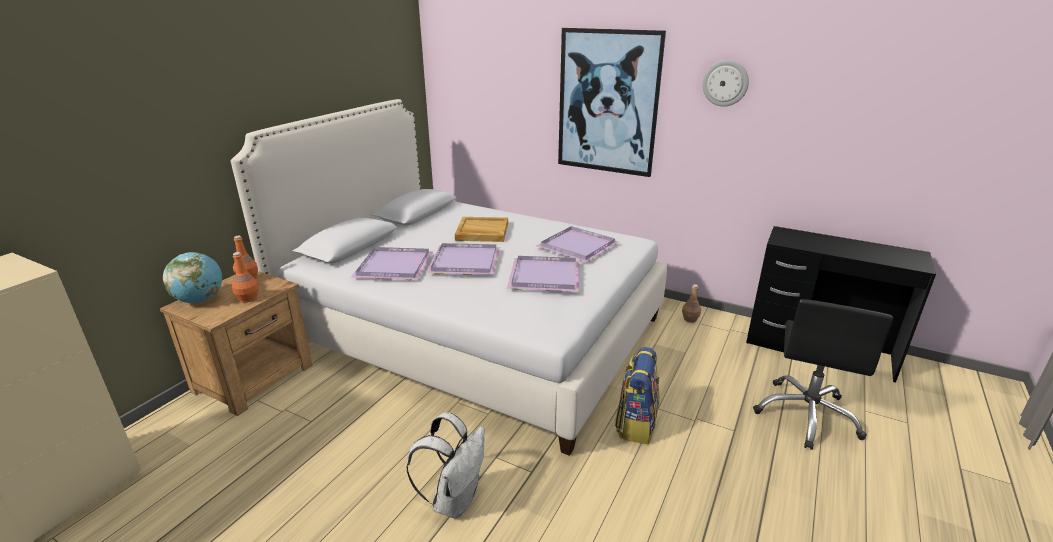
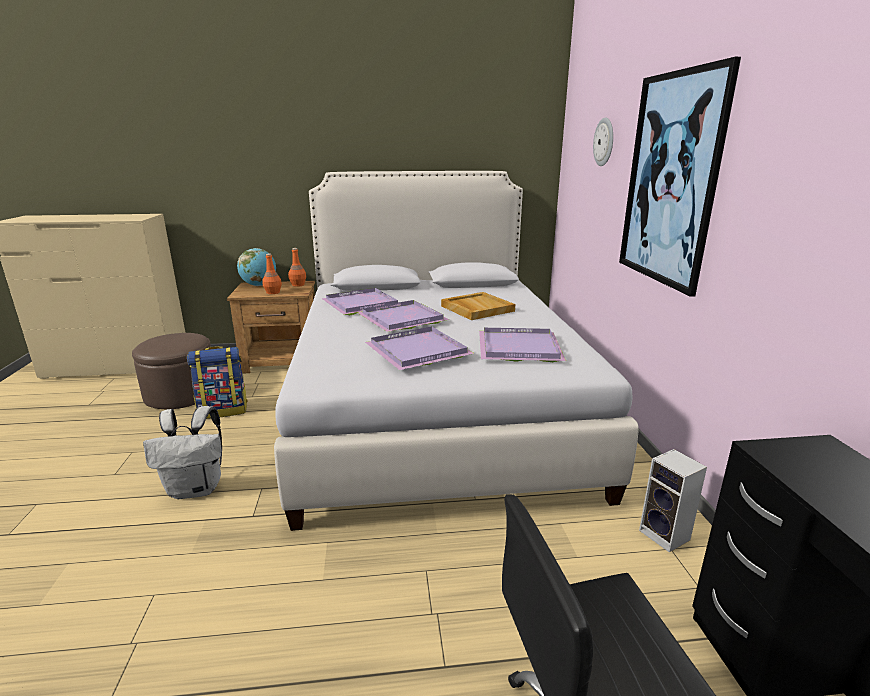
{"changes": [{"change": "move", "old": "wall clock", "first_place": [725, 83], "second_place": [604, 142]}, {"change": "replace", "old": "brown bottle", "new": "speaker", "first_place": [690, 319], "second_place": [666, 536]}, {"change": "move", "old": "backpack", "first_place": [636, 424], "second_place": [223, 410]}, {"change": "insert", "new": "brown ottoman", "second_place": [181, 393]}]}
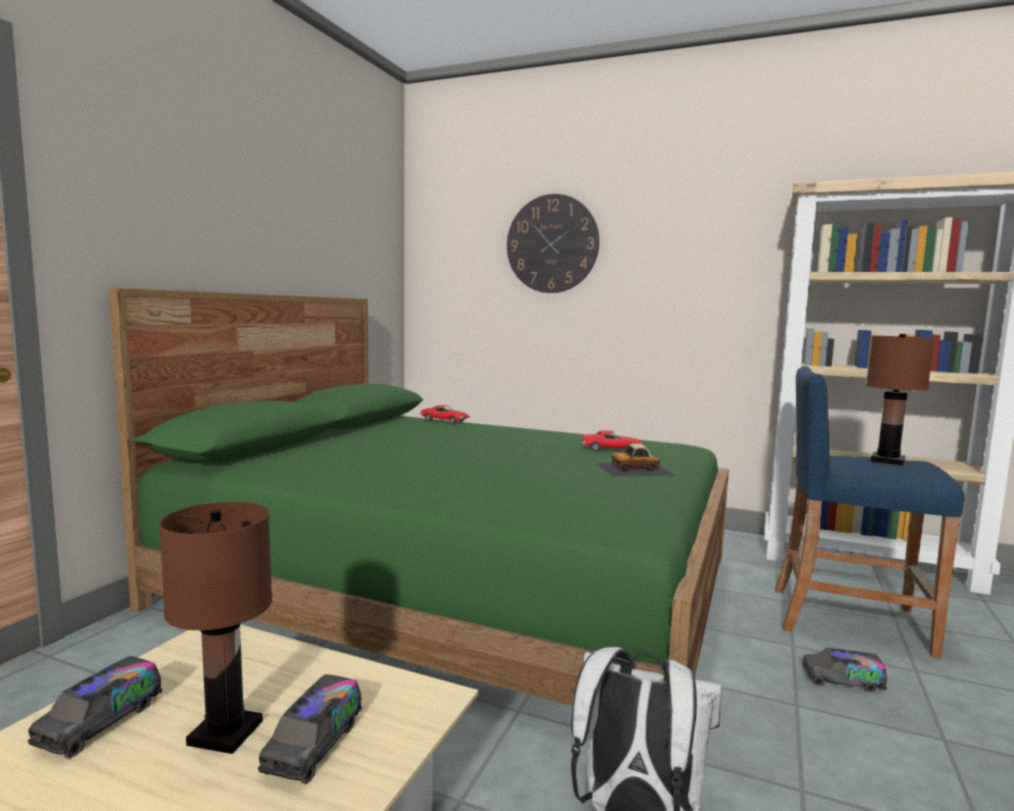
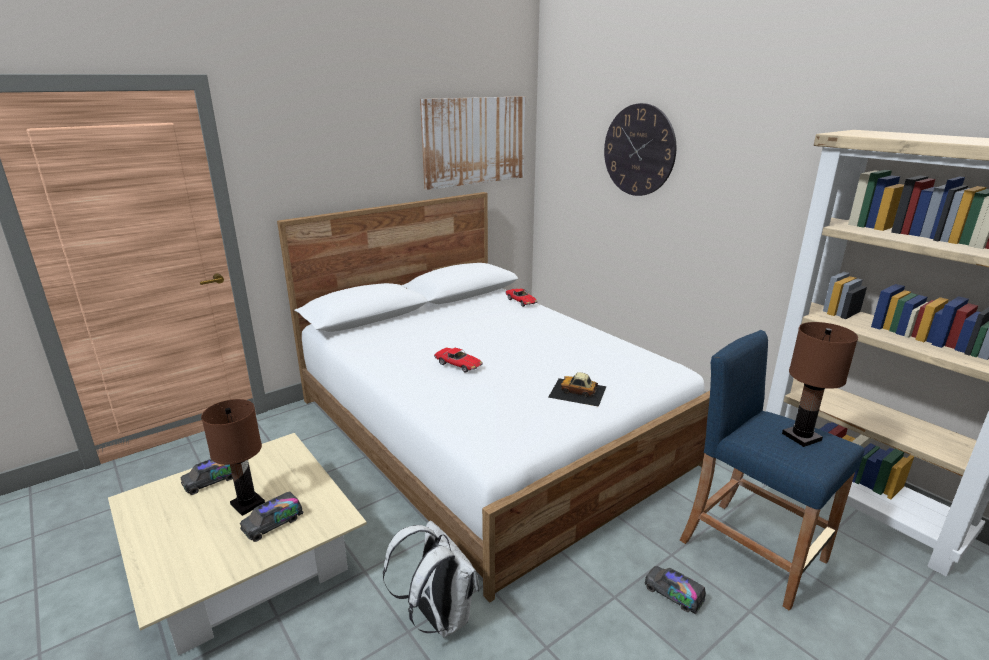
{"changes": [{"change": "recolor", "old": "green bed", "new": "white bed", "first_place": [457, 583], "second_place": [486, 429]}, {"change": "move", "old": "toy car", "first_place": [611, 449], "second_place": [458, 365]}, {"change": "insert", "new": "picture", "second_place": [474, 141]}]}
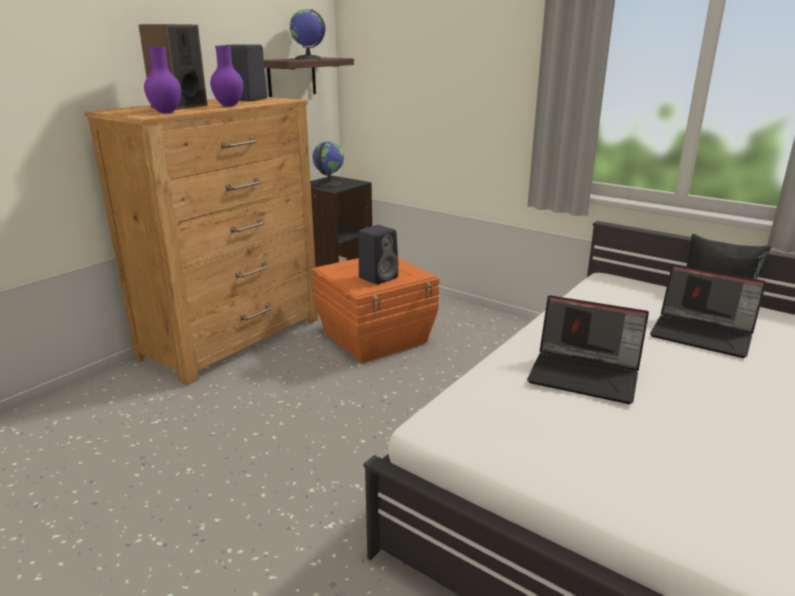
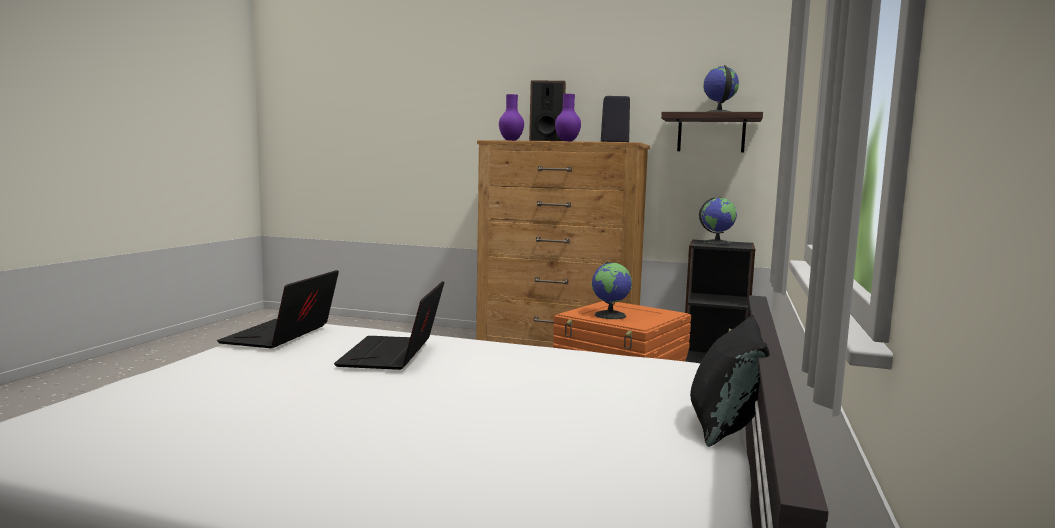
{"changes": [{"change": "replace", "old": "black speaker", "new": "globe", "first_place": [379, 277], "second_place": [610, 315]}, {"change": "move", "old": "laptop", "first_place": [703, 334], "second_place": [281, 336]}]}
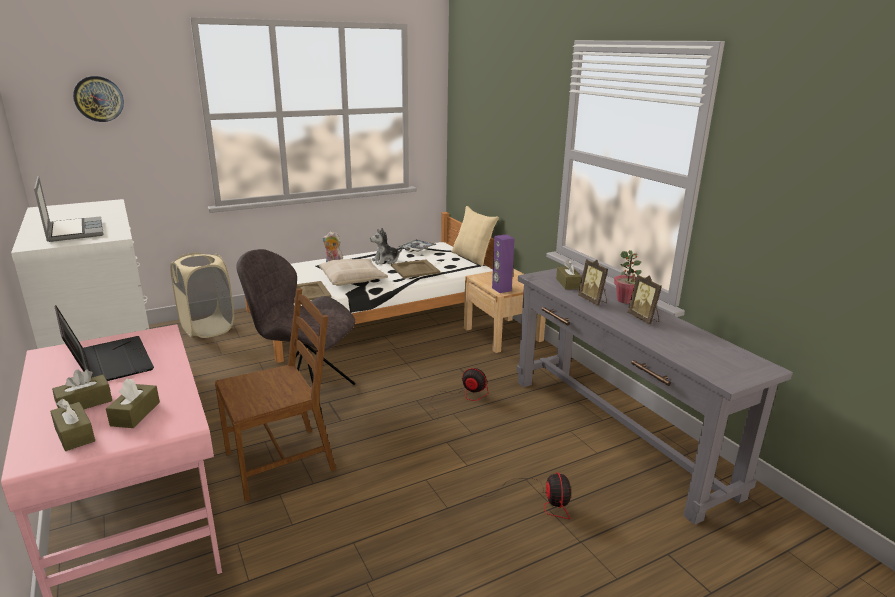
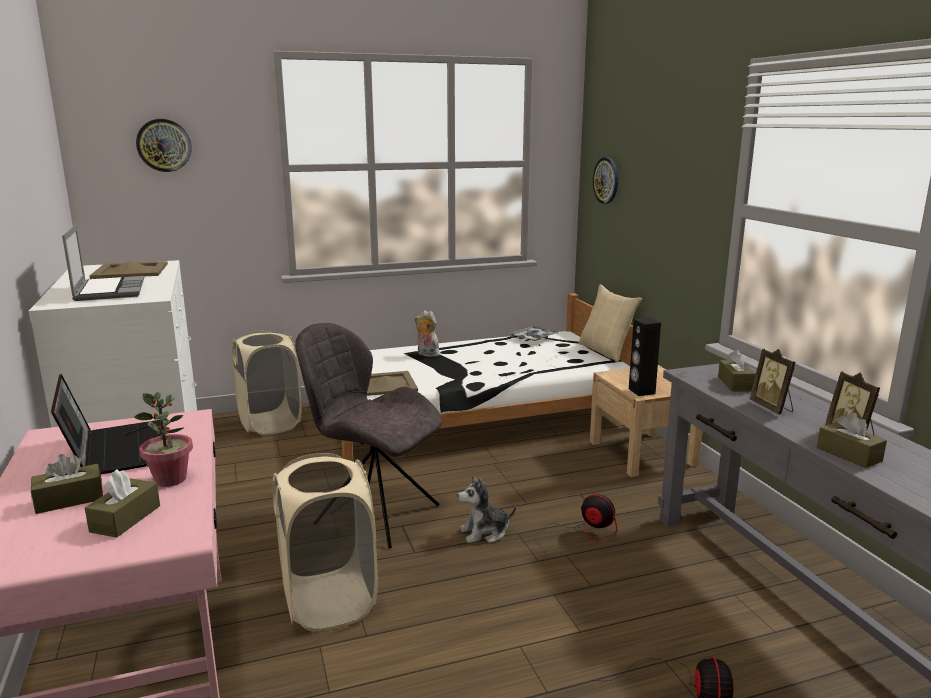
{"changes": [{"change": "move", "old": "plush toy", "first_place": [386, 261], "second_place": [485, 533]}, {"change": "recolor", "old": "purple speaker", "new": "black speaker", "first_place": [501, 289], "second_place": [641, 391]}, {"change": "move", "old": "potted plant", "first_place": [625, 300], "second_place": [171, 480]}, {"change": "delete", "old": "beige pillow", "first_place": [353, 279]}, {"change": "move", "old": "beige tray", "first_place": [414, 269], "second_place": [130, 271]}, {"change": "replace", "old": "brown chair", "new": "beige laundry basket", "first_place": [281, 461], "second_place": [329, 600]}, {"change": "move", "old": "brown tissue box", "first_place": [75, 435], "second_place": [849, 454]}, {"change": "insert", "new": "wall clock", "second_place": [606, 180]}]}
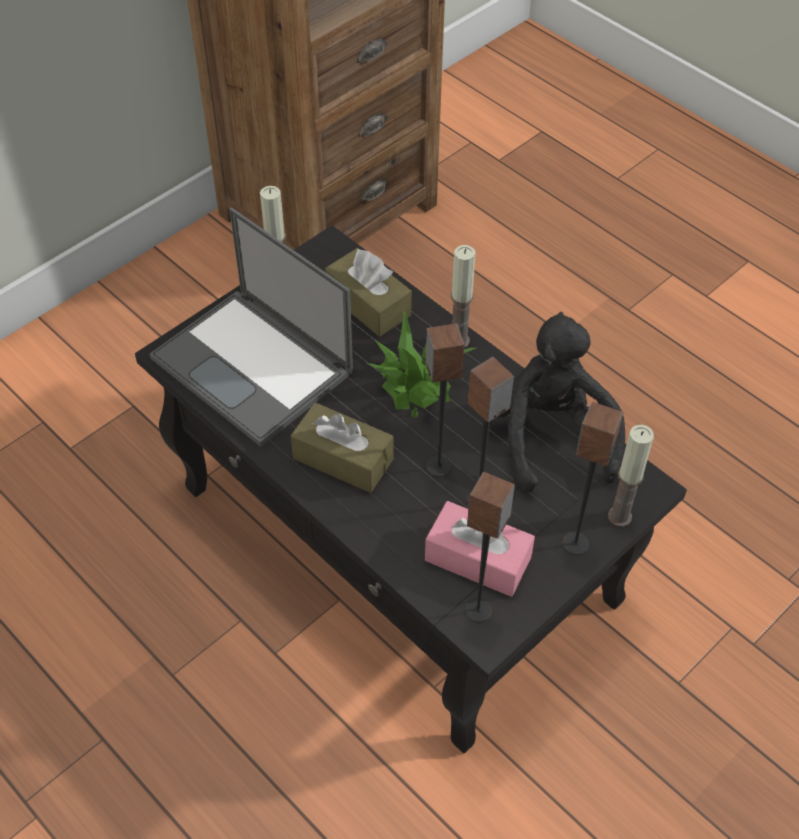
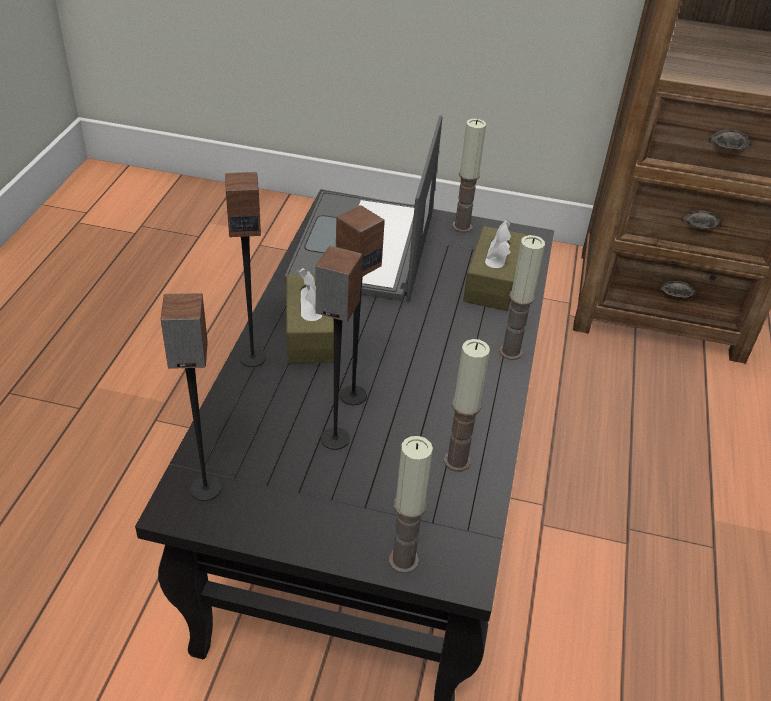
{"changes": [{"change": "delete", "old": "potted plant", "first_place": [415, 384]}, {"change": "replace", "old": "black plush toy", "new": "candle", "first_place": [549, 437], "second_place": [456, 461]}, {"change": "move", "old": "speaker", "first_place": [574, 543], "second_place": [252, 357]}, {"change": "delete", "old": "pink tissue box", "first_place": [477, 559]}]}
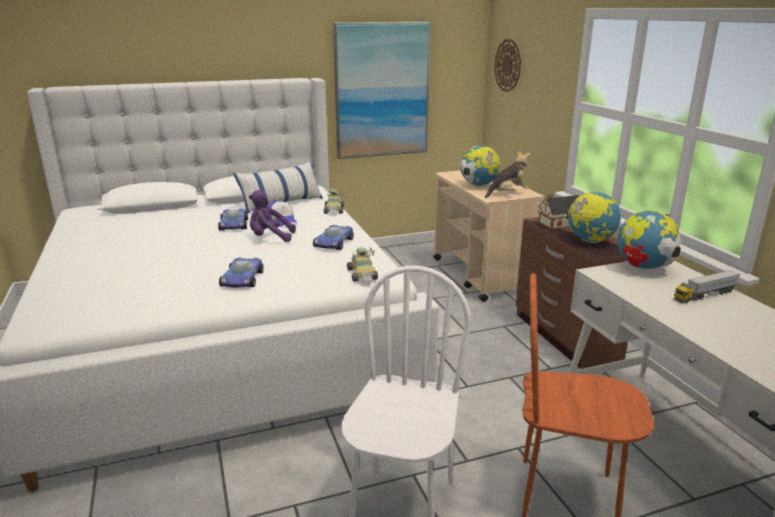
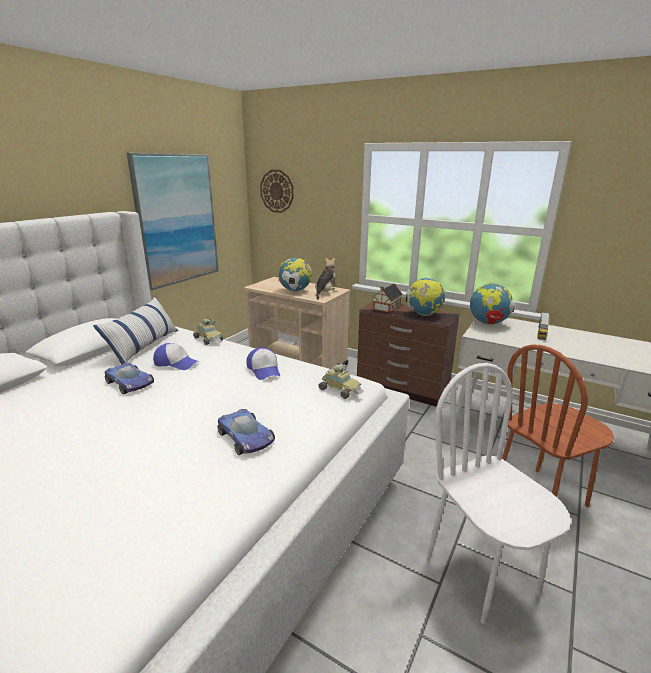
{"changes": [{"change": "delete", "old": "purple plush toy", "first_place": [270, 238]}, {"change": "replace", "old": "toy car", "new": "cap", "first_place": [333, 243], "second_place": [264, 369]}]}
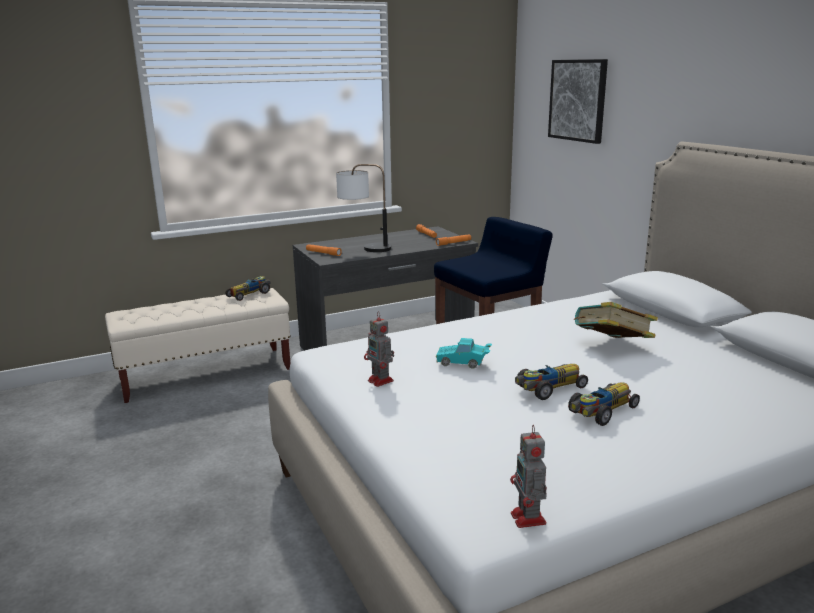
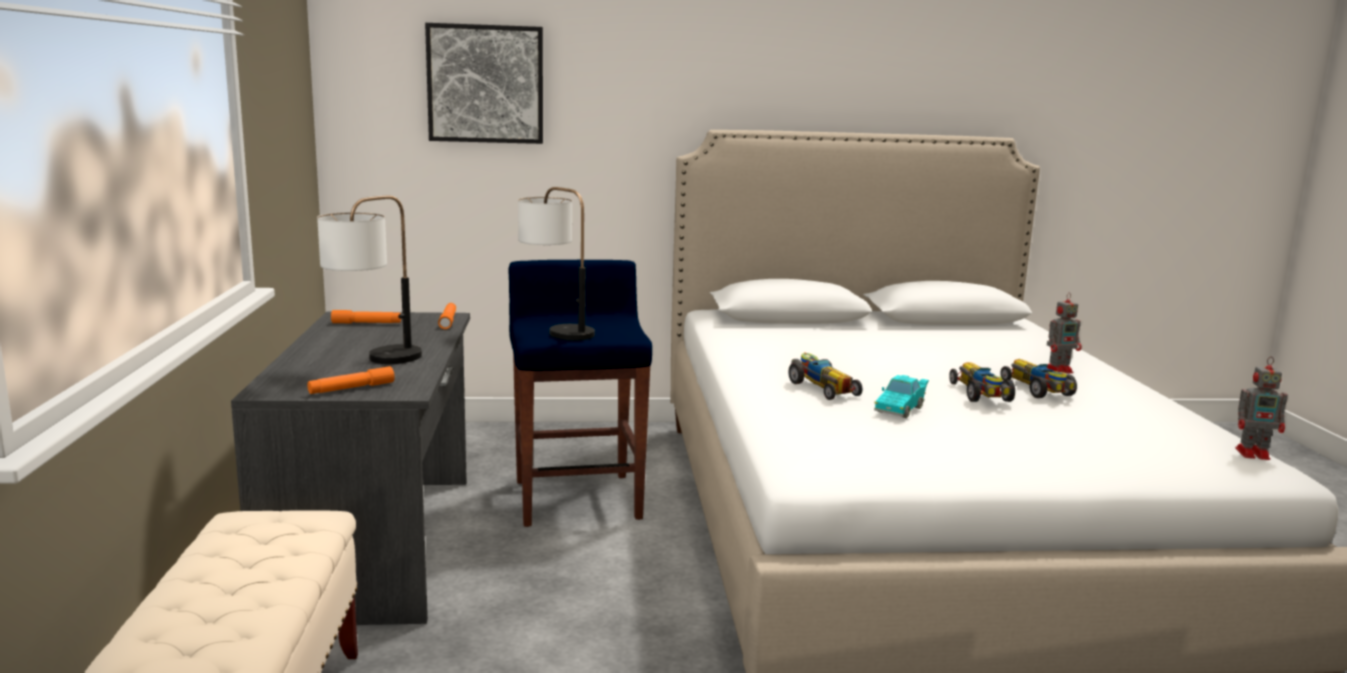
{"changes": [{"change": "move", "old": "toy car", "first_place": [250, 294], "second_place": [822, 387]}, {"change": "delete", "old": "book", "first_place": [611, 346]}, {"change": "move", "old": "toy robot", "first_place": [381, 381], "second_place": [1059, 370]}, {"change": "insert", "new": "table lamp", "second_place": [556, 330]}]}
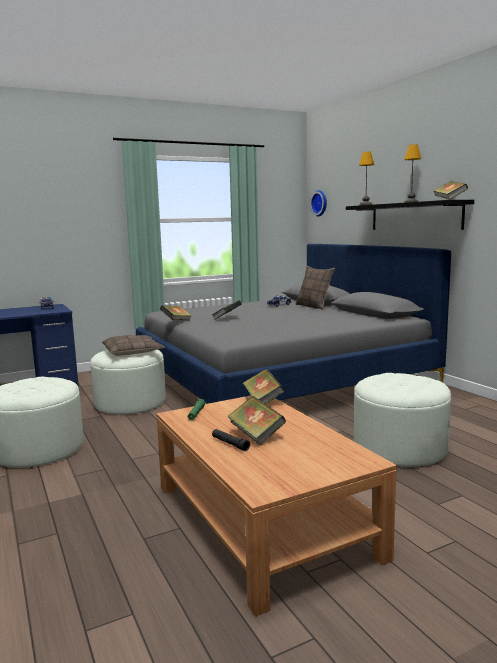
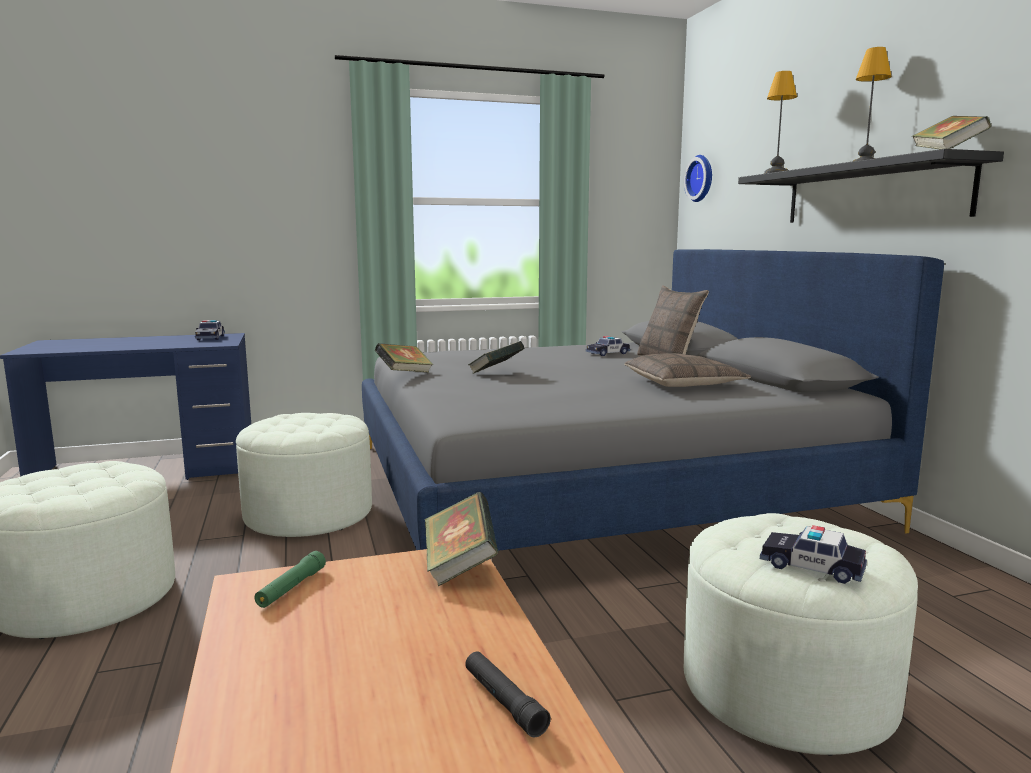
{"changes": [{"change": "move", "old": "pillow", "first_place": [133, 352], "second_place": [684, 383]}, {"change": "delete", "old": "book", "first_place": [256, 435]}, {"change": "move", "old": "black flashlight", "first_place": [230, 444], "second_place": [504, 702]}, {"change": "insert", "new": "toy car", "second_place": [812, 567]}]}
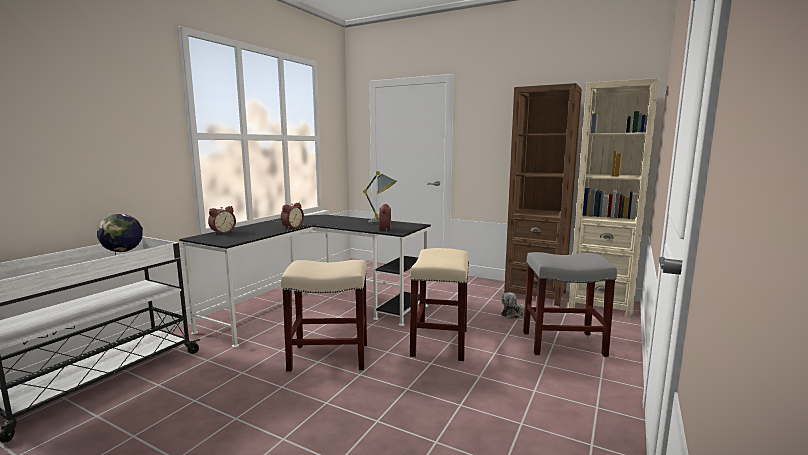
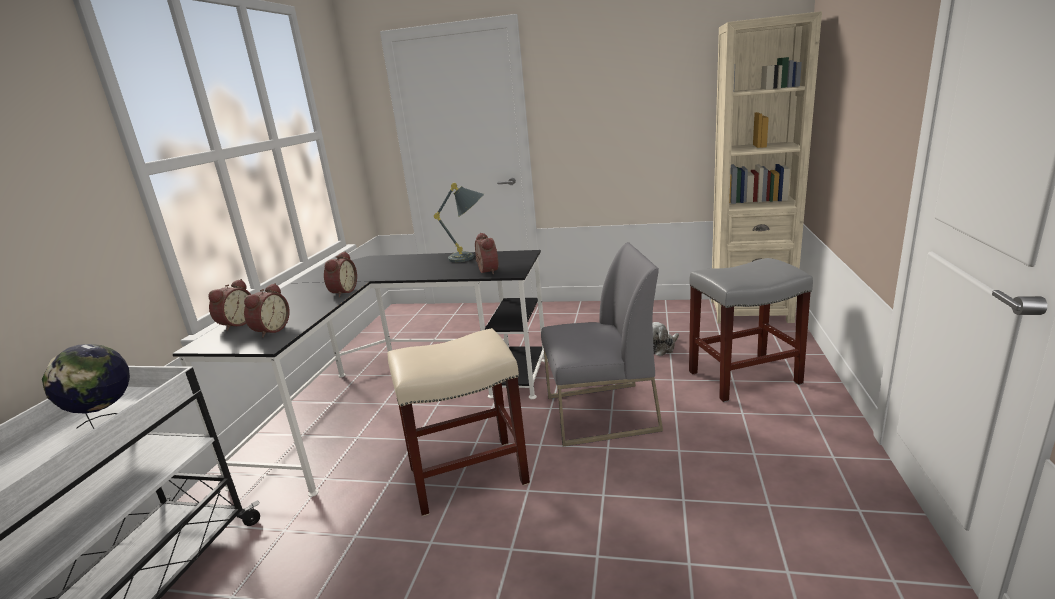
{"changes": [{"change": "delete", "old": "brown bookcase", "first_place": [535, 294]}, {"change": "replace", "old": "beige stool", "new": "grey chair", "first_place": [440, 343], "second_place": [600, 414]}, {"change": "insert", "new": "alarm clock", "second_place": [270, 330]}]}
